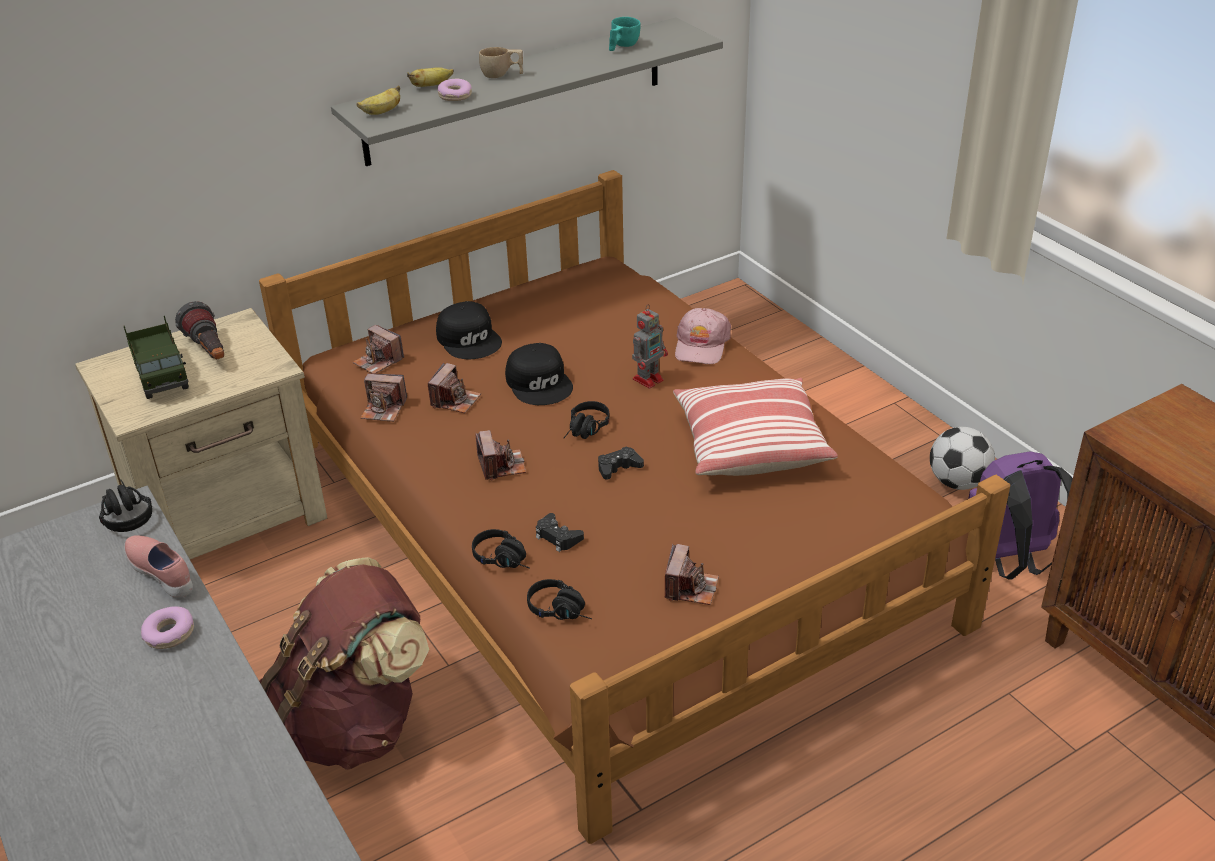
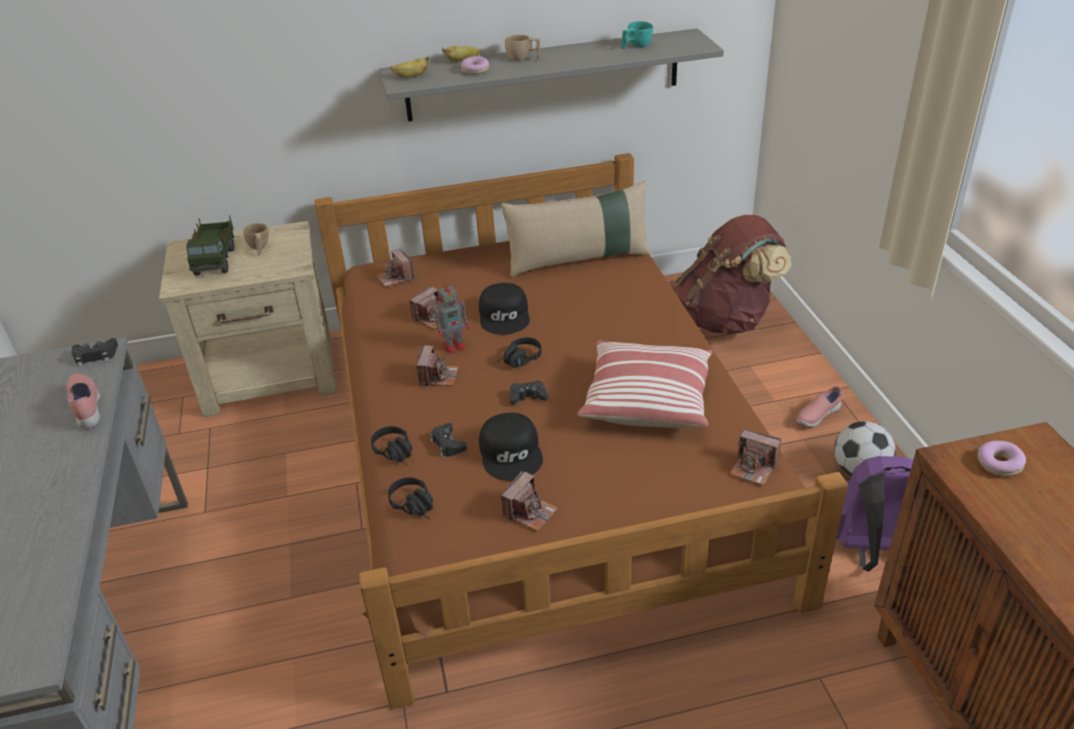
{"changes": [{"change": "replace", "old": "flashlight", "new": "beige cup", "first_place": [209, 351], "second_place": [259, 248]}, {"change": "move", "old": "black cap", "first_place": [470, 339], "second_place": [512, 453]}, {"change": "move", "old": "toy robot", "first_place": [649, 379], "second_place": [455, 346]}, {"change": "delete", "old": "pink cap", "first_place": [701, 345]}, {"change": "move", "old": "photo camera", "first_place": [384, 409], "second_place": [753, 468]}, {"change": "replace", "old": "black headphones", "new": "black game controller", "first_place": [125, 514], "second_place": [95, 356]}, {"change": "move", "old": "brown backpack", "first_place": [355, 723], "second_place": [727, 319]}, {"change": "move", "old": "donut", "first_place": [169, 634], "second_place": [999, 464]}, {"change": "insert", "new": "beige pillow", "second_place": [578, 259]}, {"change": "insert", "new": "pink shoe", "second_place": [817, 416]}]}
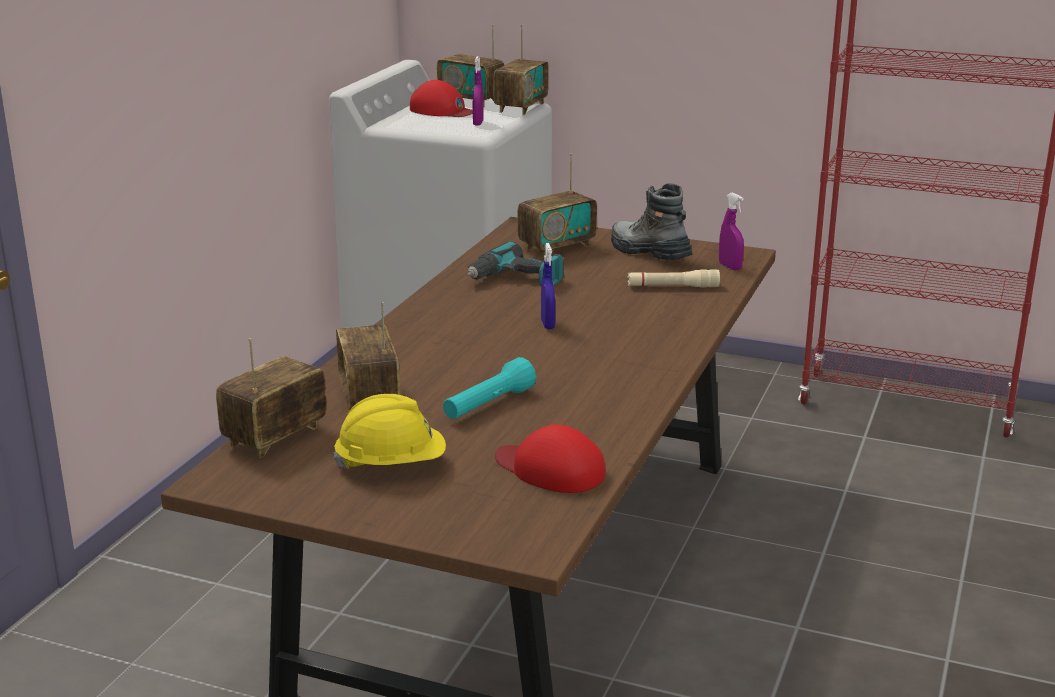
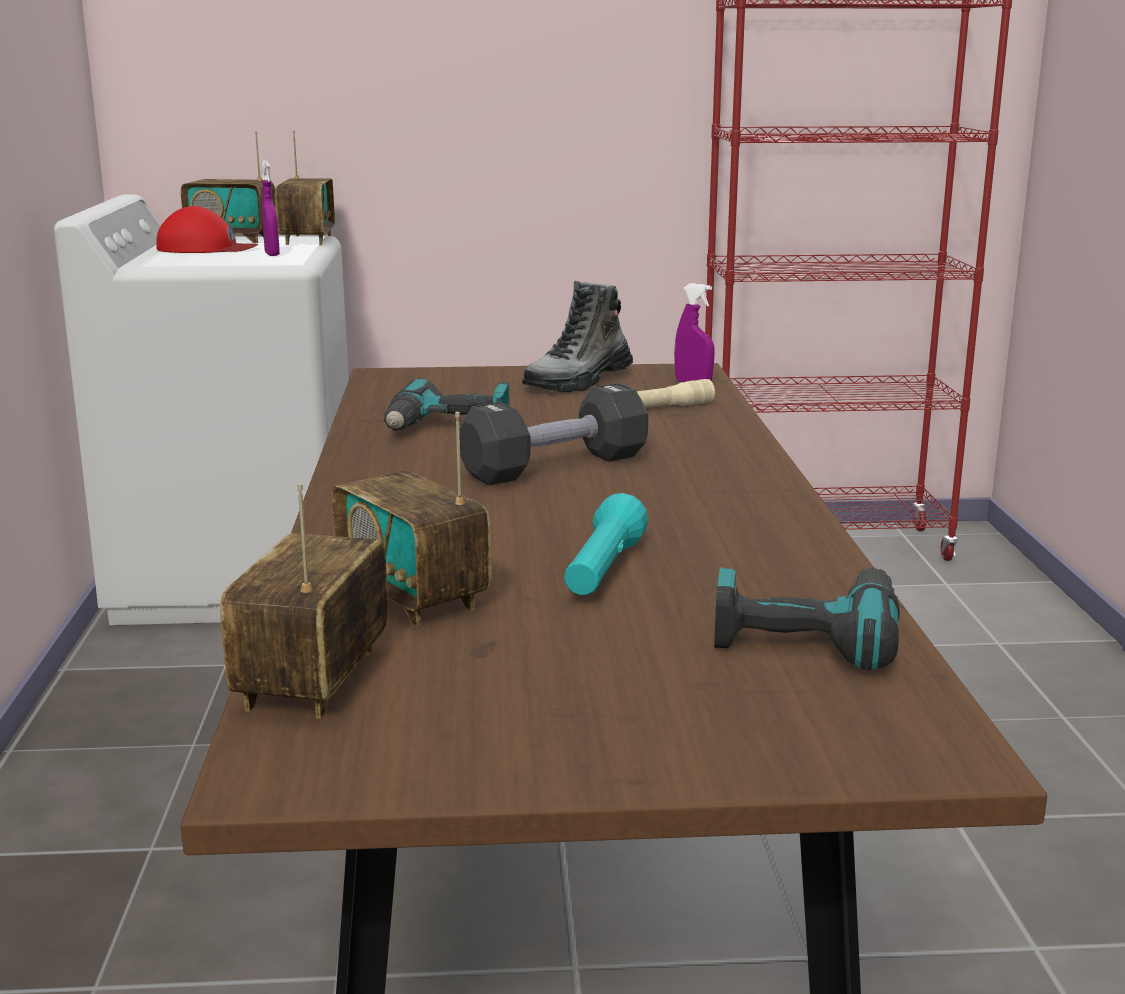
{"changes": [{"change": "delete", "old": "radio", "first_place": [556, 247]}, {"change": "rotate", "old": "boot", "first_place": [649, 253], "second_place": [579, 381], "degrees": -75}, {"change": "replace", "old": "blue spray bottle", "new": "black dumbbell", "first_place": [547, 324], "second_place": [555, 467]}, {"change": "delete", "old": "yellow hard hat", "first_place": [391, 465]}, {"change": "replace", "old": "red cap", "new": "power drill", "first_place": [550, 469], "second_place": [806, 635]}]}
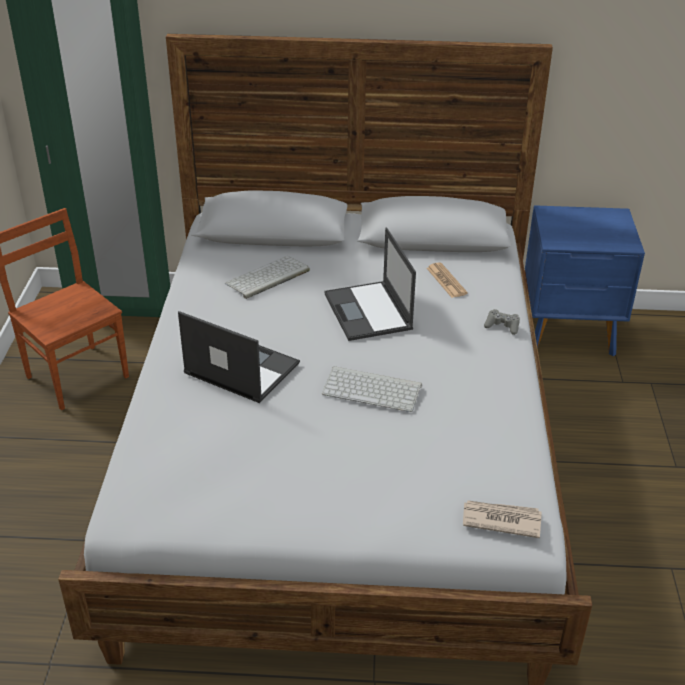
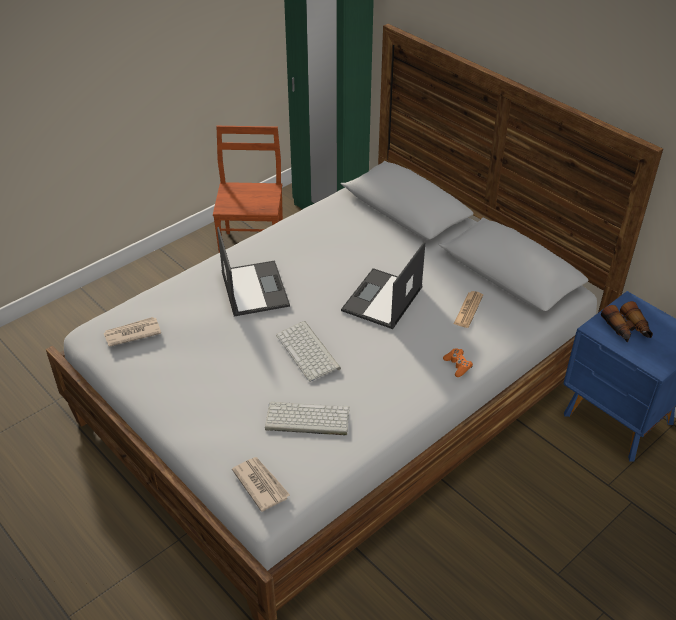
{"changes": [{"change": "move", "old": "keyboard", "first_place": [267, 278], "second_place": [306, 419]}, {"change": "recolor", "old": "grey game controller", "new": "orange game controller", "first_place": [502, 326], "second_place": [457, 365]}, {"change": "insert", "new": "binoculars", "second_place": [627, 330]}, {"change": "insert", "new": "newspaper", "second_place": [132, 333]}]}
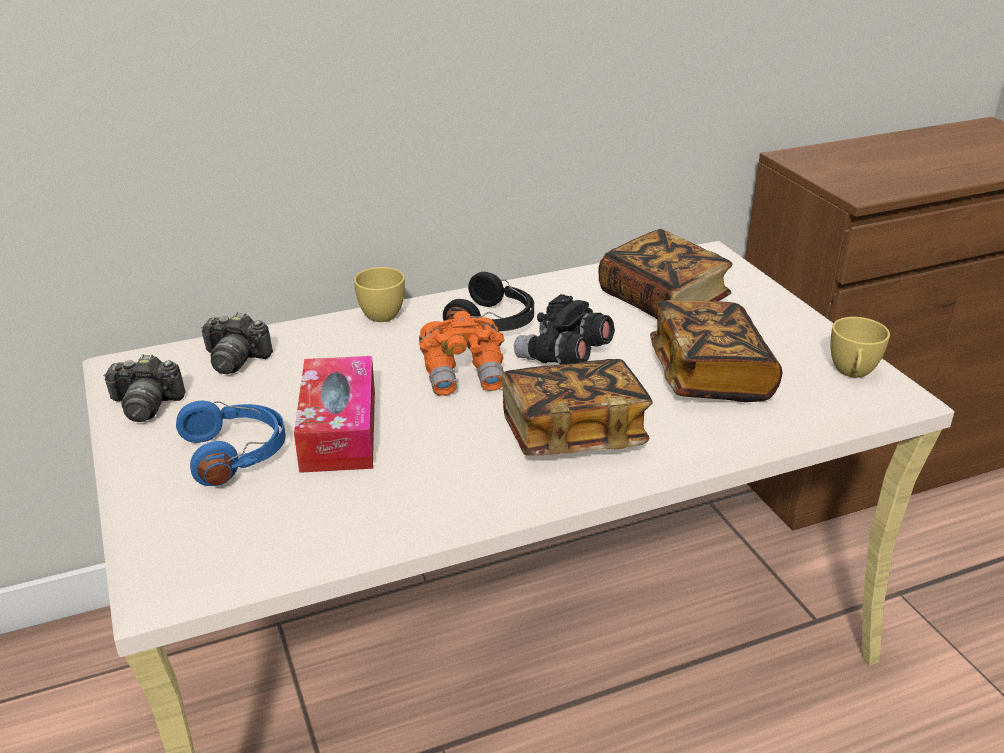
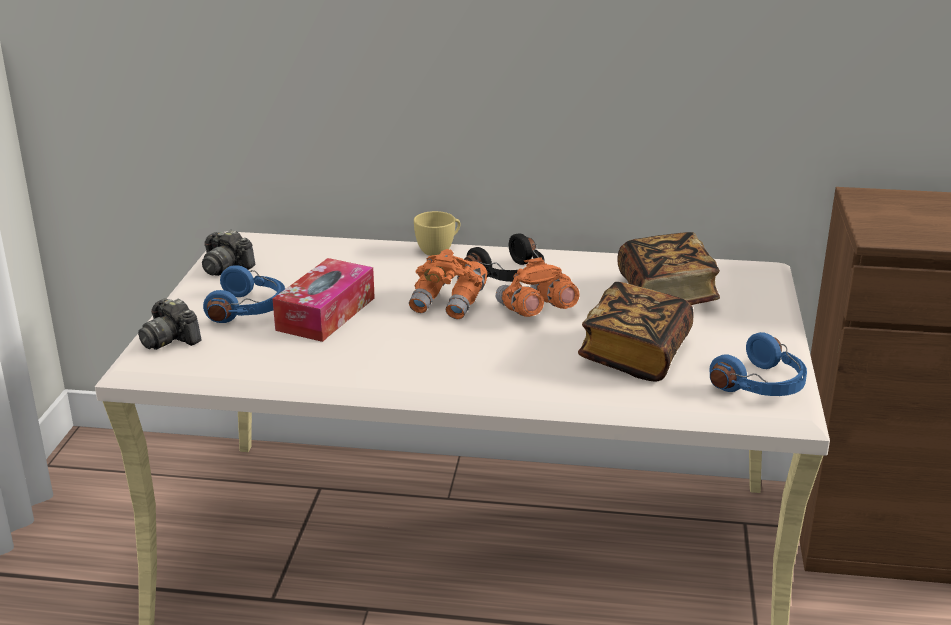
{"changes": [{"change": "recolor", "old": "black binoculars", "new": "orange binoculars", "first_place": [563, 357], "second_place": [535, 312]}, {"change": "move", "old": "photo camera", "first_place": [235, 359], "second_place": [170, 339]}, {"change": "replace", "old": "yellow cup", "new": "blue headphones", "first_place": [852, 373], "second_place": [762, 385]}, {"change": "delete", "old": "book", "first_place": [572, 433]}]}
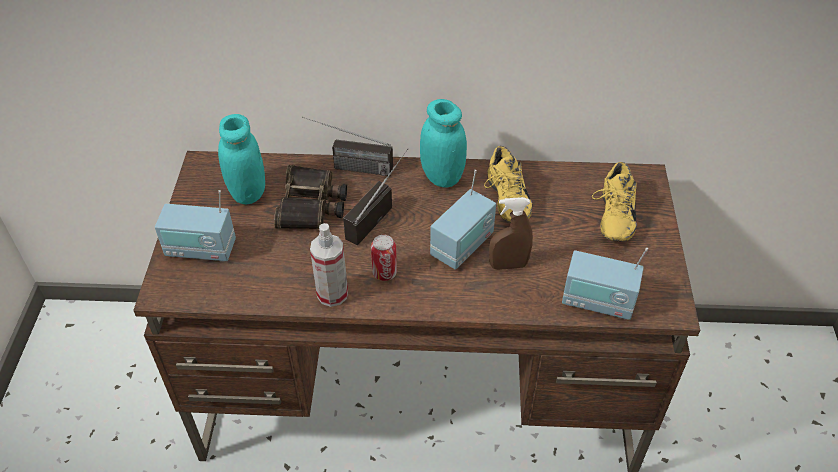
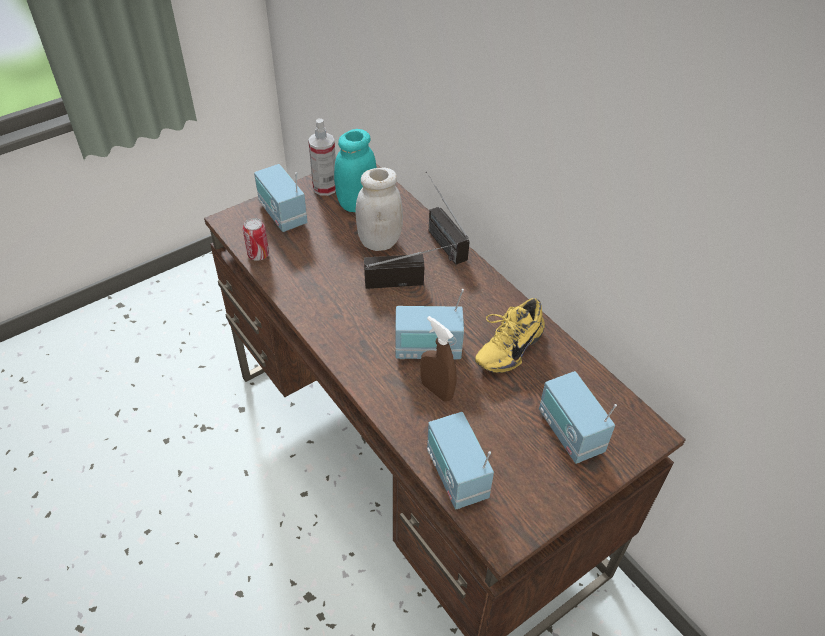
{"changes": [{"change": "delete", "old": "turquoise jar", "first_place": [442, 177]}, {"change": "replace", "old": "yellow shoe", "new": "radio", "first_place": [612, 216], "second_place": [569, 433]}, {"change": "replace", "old": "binoculars", "new": "white jar", "first_place": [312, 205], "second_place": [379, 242]}, {"change": "move", "old": "spray bottle", "first_place": [332, 294], "second_place": [325, 188]}, {"change": "move", "old": "can", "first_place": [384, 273], "second_place": [258, 255]}]}
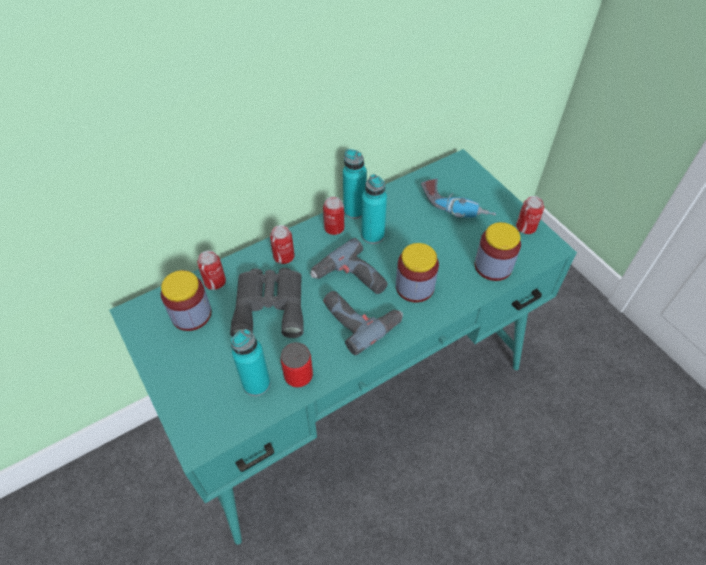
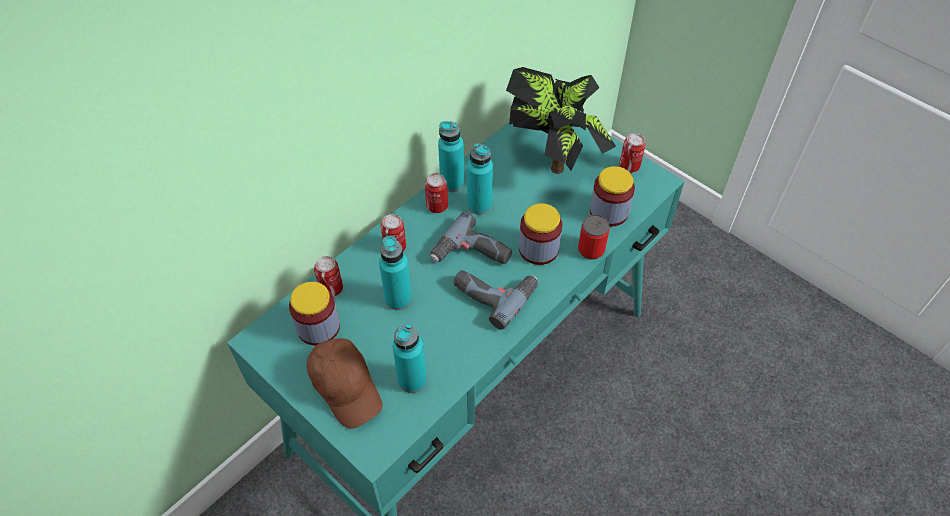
{"changes": [{"change": "replace", "old": "power drill", "new": "potted plant", "first_place": [456, 206], "second_place": [554, 158]}, {"change": "replace", "old": "grey binoculars", "new": "turquoise bottle", "first_place": [270, 305], "second_place": [398, 299]}, {"change": "move", "old": "can", "first_place": [298, 376], "second_place": [591, 250]}, {"change": "insert", "new": "brown cap", "second_place": [346, 387]}]}
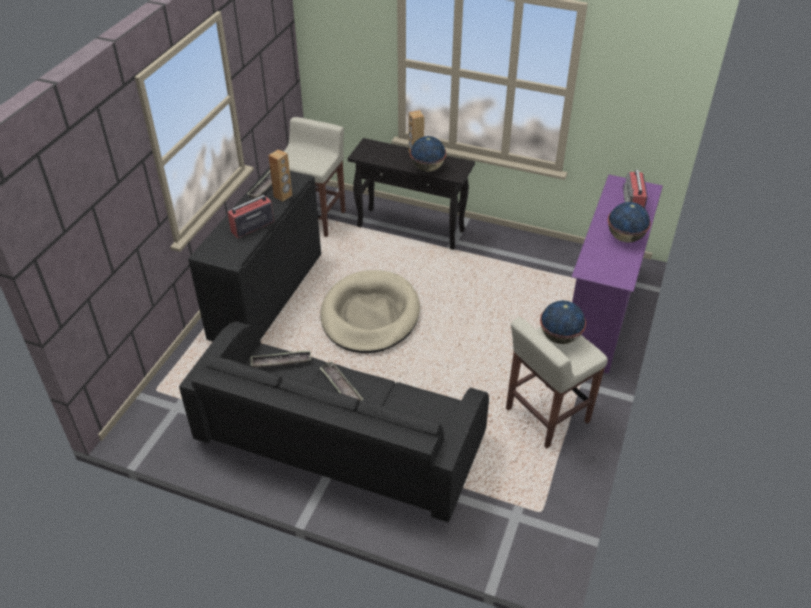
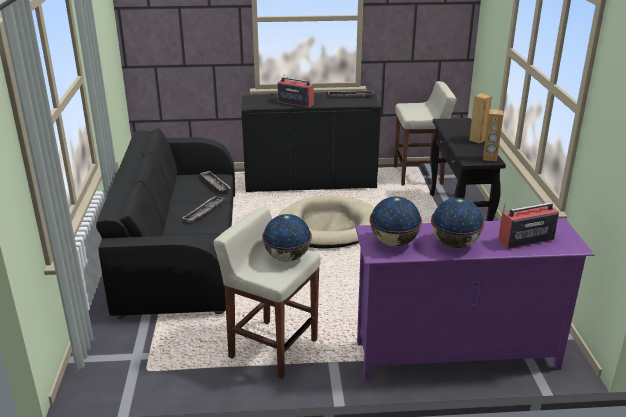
{"changes": [{"change": "move", "old": "globe", "first_place": [428, 168], "second_place": [394, 243]}, {"change": "move", "old": "brown speaker", "first_place": [283, 196], "second_place": [490, 158]}]}
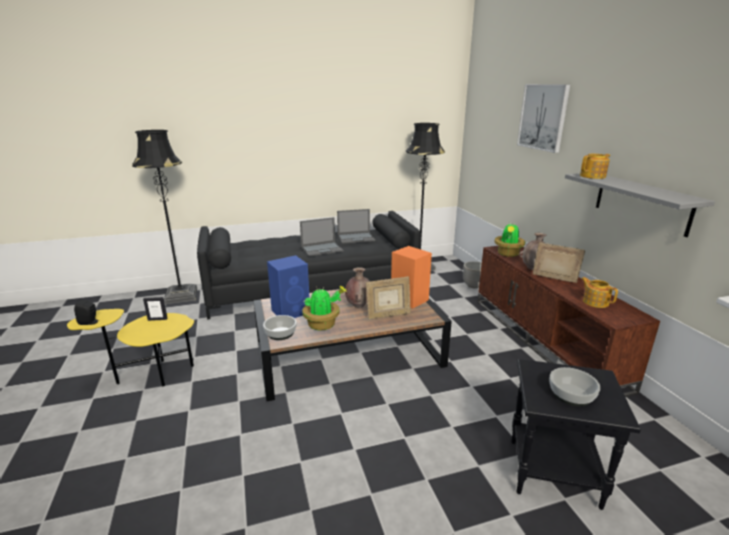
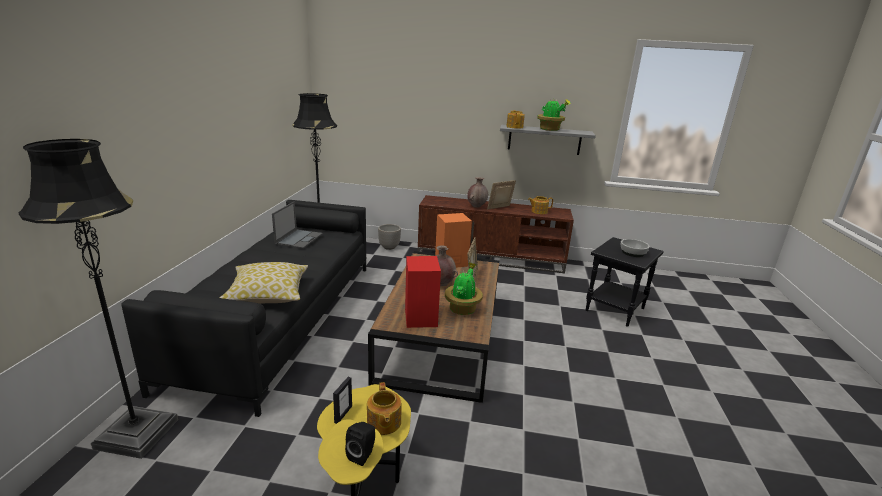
{"changes": [{"change": "delete", "old": "picture", "first_place": [543, 117]}, {"change": "delete", "old": "laptop", "first_place": [322, 249]}, {"change": "move", "old": "potted plant", "first_place": [508, 254], "second_place": [550, 130]}, {"change": "recolor", "old": "blue speaker", "new": "red speaker", "first_place": [291, 311], "second_place": [420, 317]}, {"change": "delete", "old": "bowl", "first_place": [280, 333]}, {"change": "insert", "new": "pillow", "second_place": [267, 294]}, {"change": "insert", "new": "teapot", "second_place": [383, 423]}]}
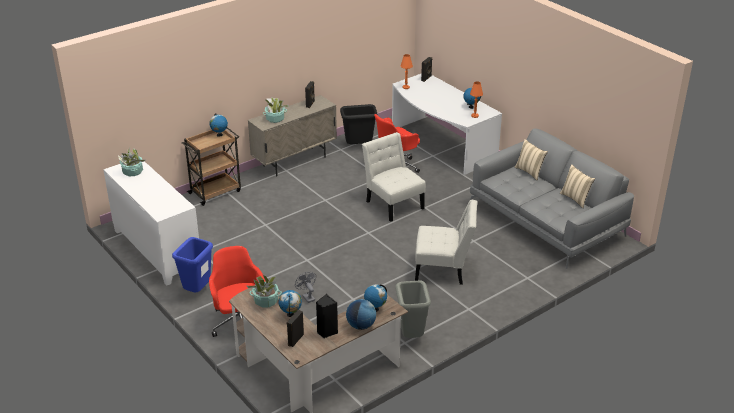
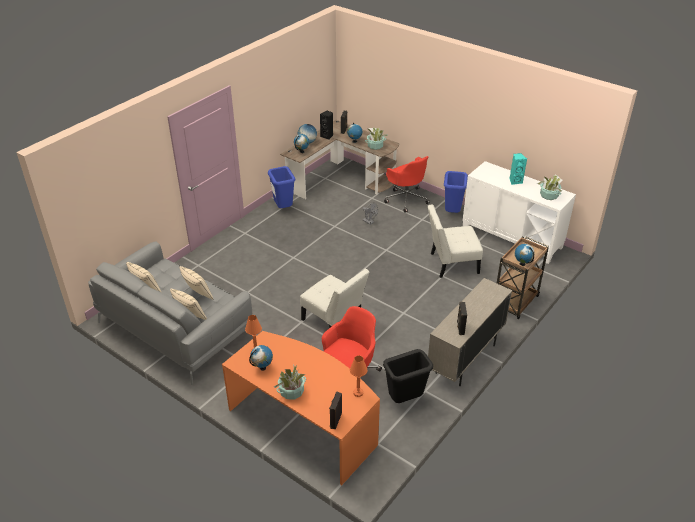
{"changes": [{"change": "recolor", "old": "white desk", "new": "orange desk", "first_place": [440, 145], "second_place": [304, 424]}, {"change": "move", "old": "potted plant", "first_place": [275, 119], "second_place": [291, 391]}, {"change": "move", "old": "white chair", "first_place": [444, 269], "second_place": [451, 263]}, {"change": "recolor", "old": "grey trash can", "new": "blue trash can", "first_place": [411, 337], "second_place": [283, 208]}, {"change": "insert", "new": "turquoise speaker", "second_place": [515, 181]}, {"change": "insert", "new": "beige pillow", "second_place": [198, 295]}]}
